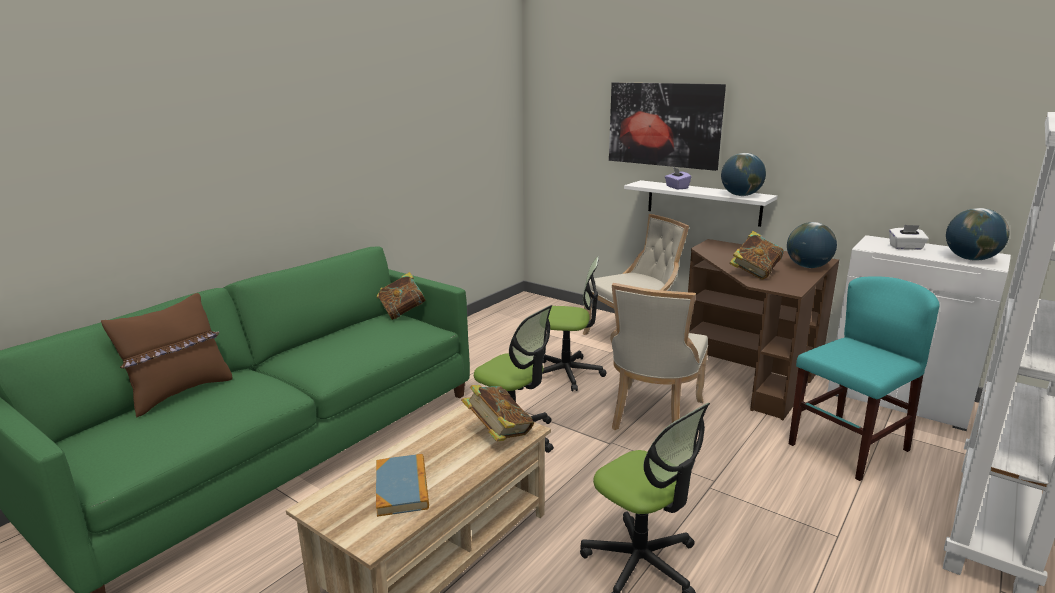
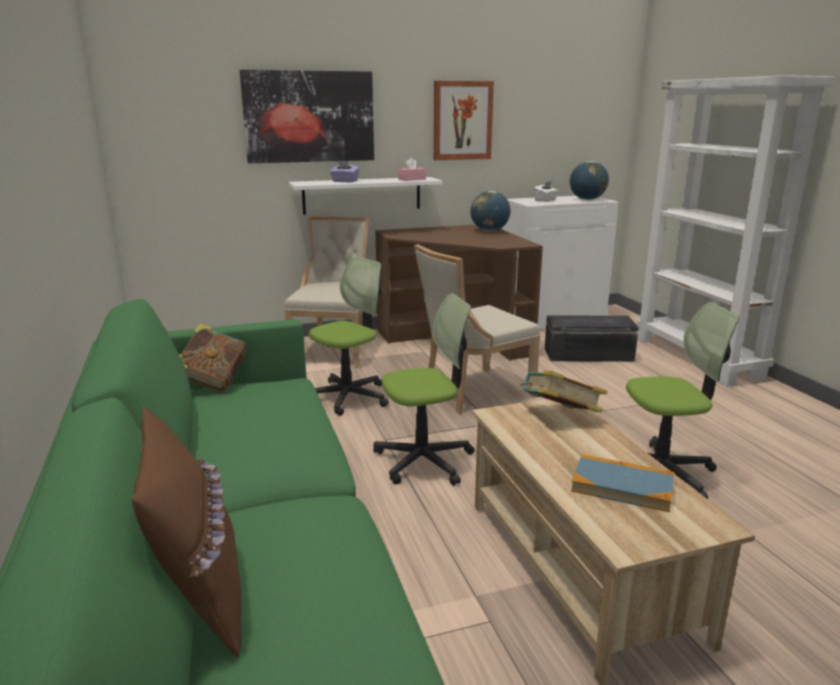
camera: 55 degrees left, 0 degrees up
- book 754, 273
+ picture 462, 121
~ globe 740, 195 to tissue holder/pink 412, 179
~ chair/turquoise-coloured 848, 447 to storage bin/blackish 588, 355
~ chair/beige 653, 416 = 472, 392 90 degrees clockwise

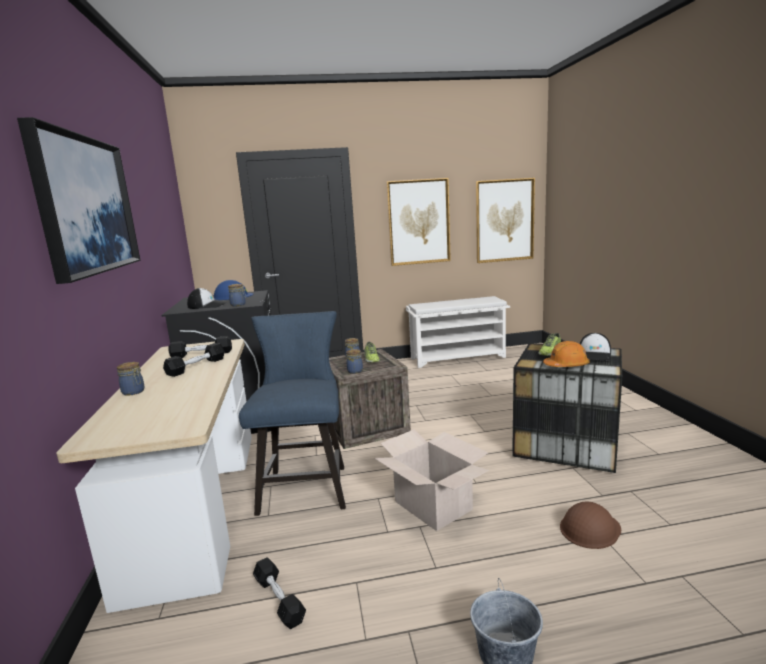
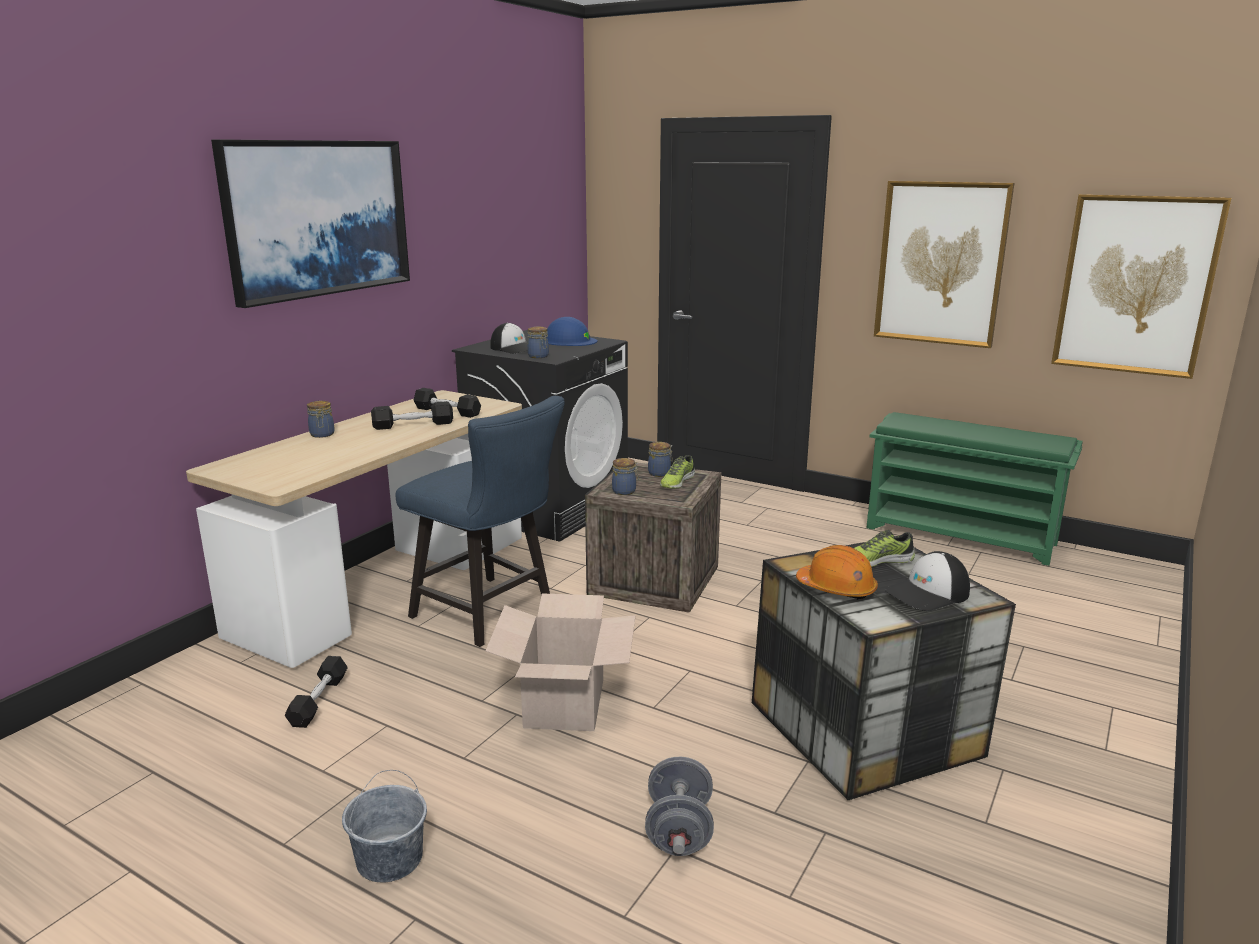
camera: 40 degrees right, 5 degrees up
~ safety helmet/brown-coloured 590, 528 to hand weight/grey 679, 831
~ shoe stand/whitish 458, 357 to shoe stand/green-coloured 962, 535
~ chair/blue-coloured 306, 485 = 490, 614 90 degrees clockwise

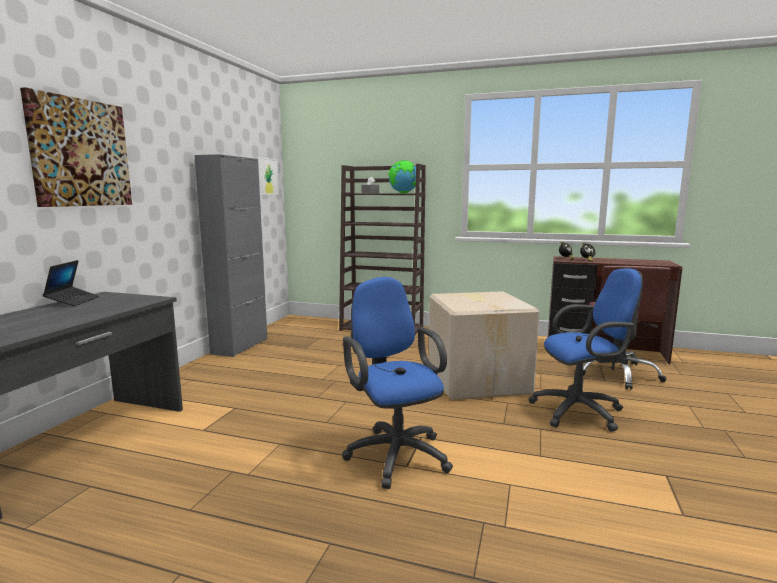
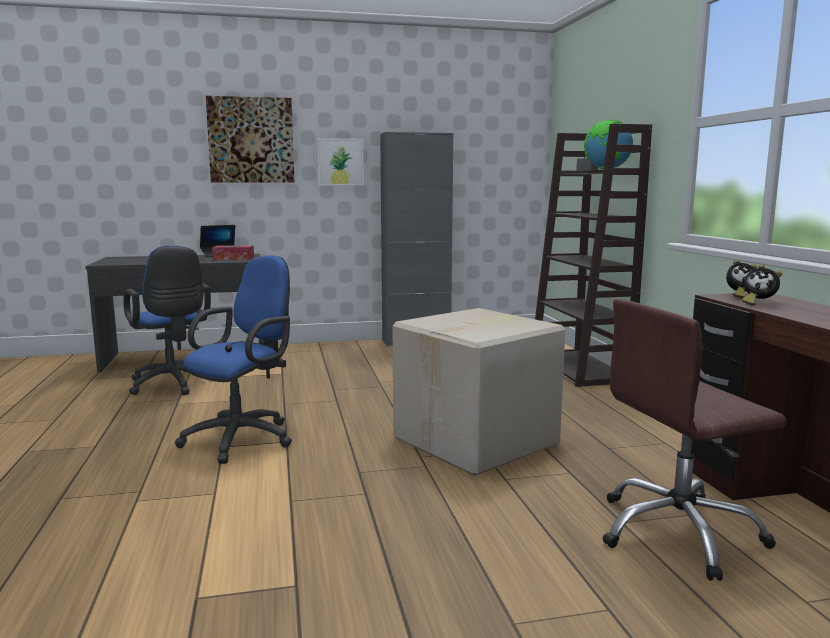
camera: 60 degrees right, 0 degrees up
+ tissue holder 233, 258
~ picture 267, 176 to 340, 162
~ desk chair/blue-coloured 582, 412 to 173, 385

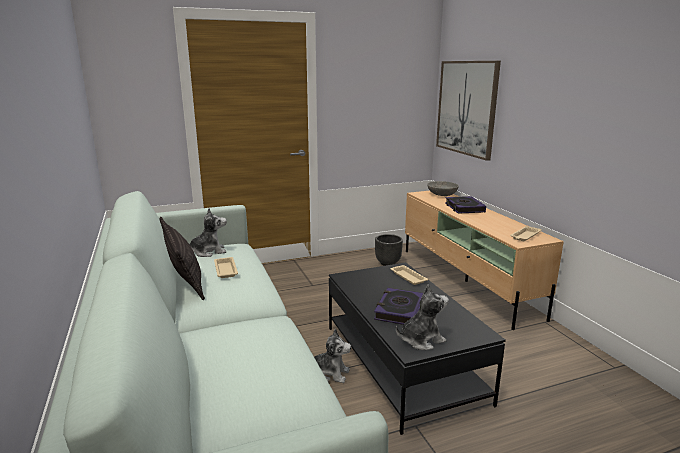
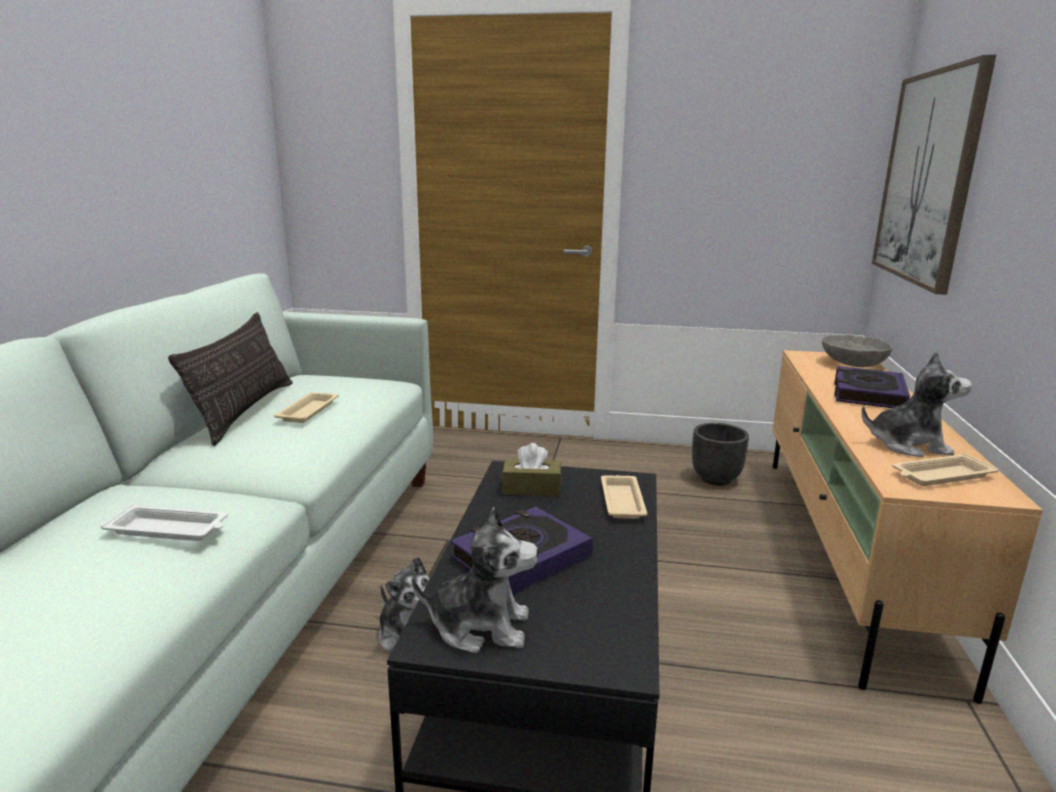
camera: 30 degrees right, 0 degrees up
+ serving tray/whitish 169, 529
+ tissue holder/brown-coloured 531, 488
~ cuddly toy 208, 252 to 908, 445

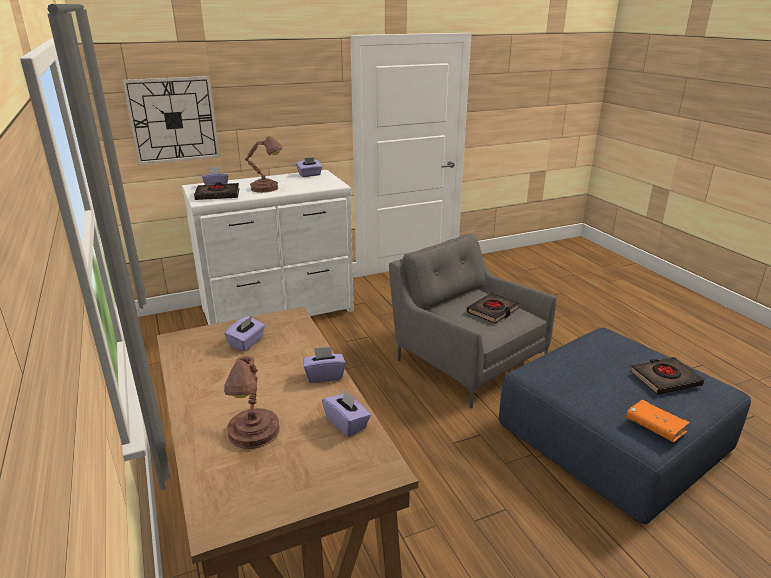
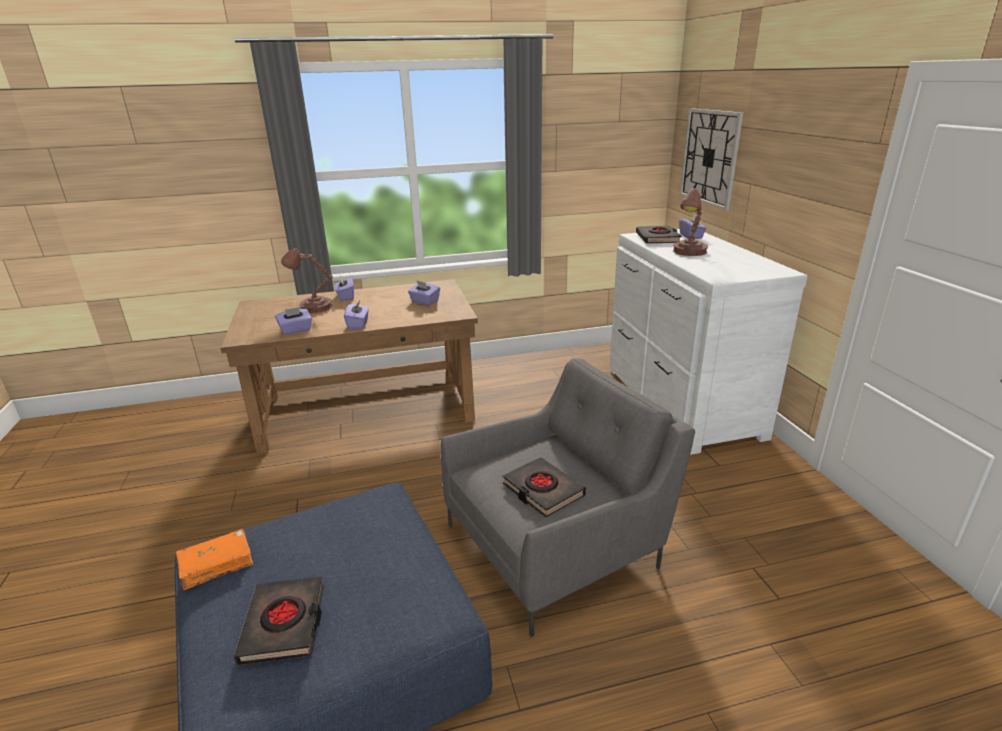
camera: 100 degrees right, 0 degrees up
~ tissue holder/purplish 309, 175 to 345, 297

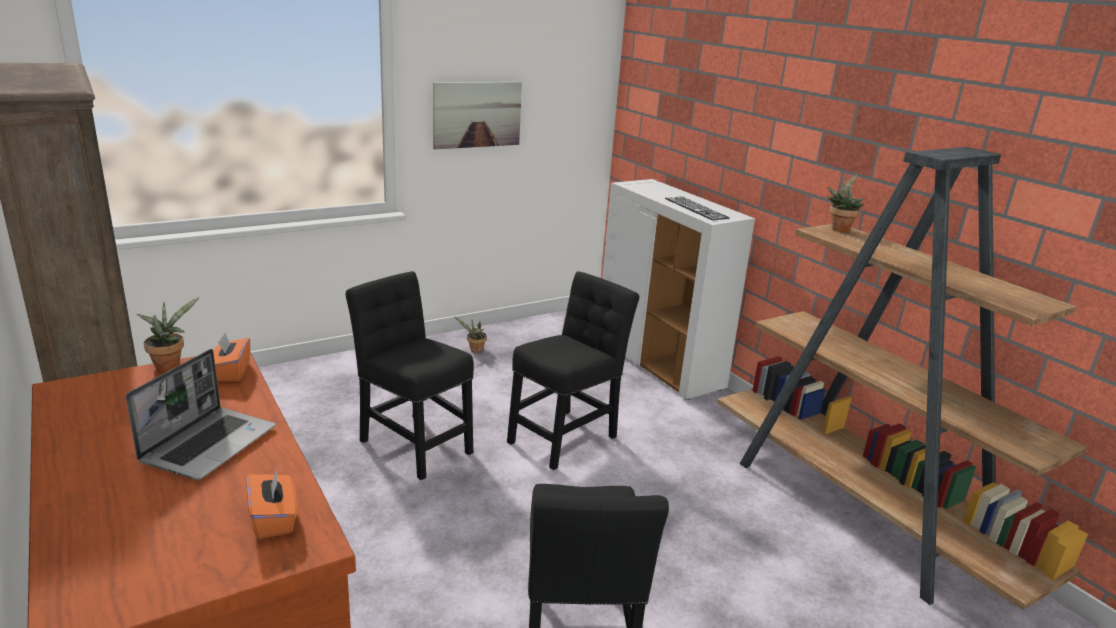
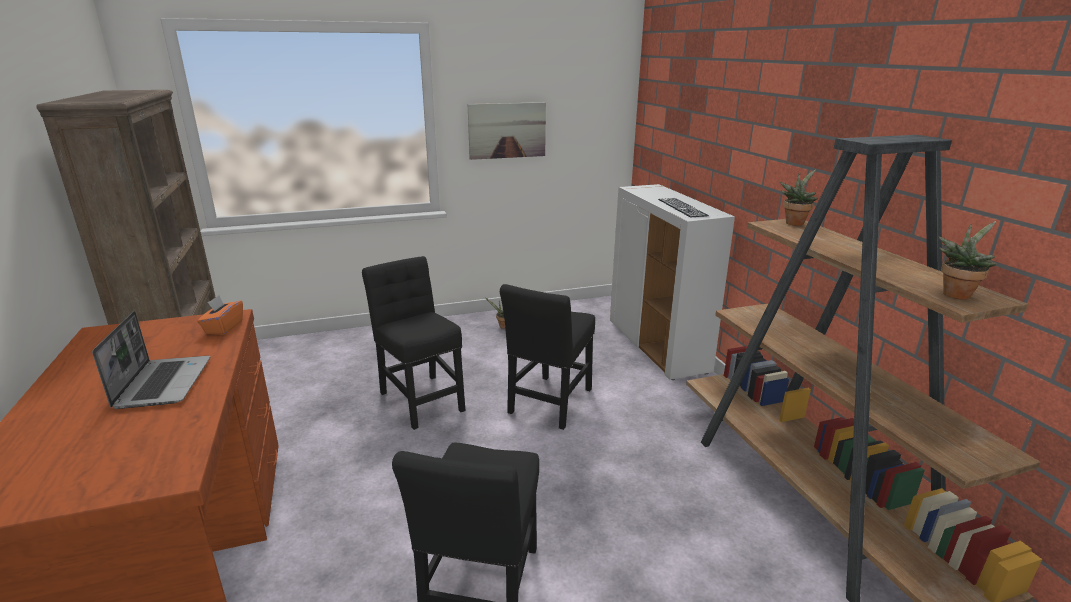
camera: 15 degrees right, 0 degrees up
- tissue holder/orange-coloured 274, 519
~ plant in a pot 170, 364 to 955, 293
~ laptop 209, 444 = 163, 383 45 degrees counterclockwise
~ chair/blackish 566, 436 = 549, 404 150 degrees clockwise

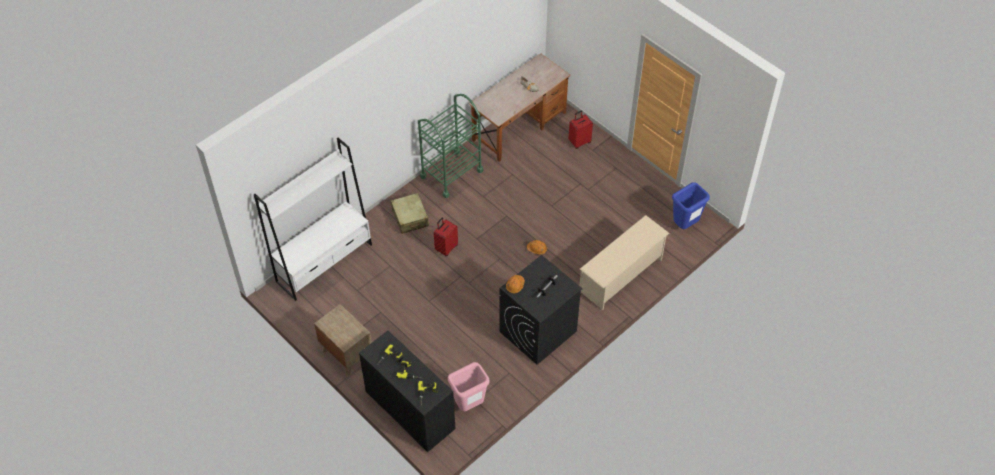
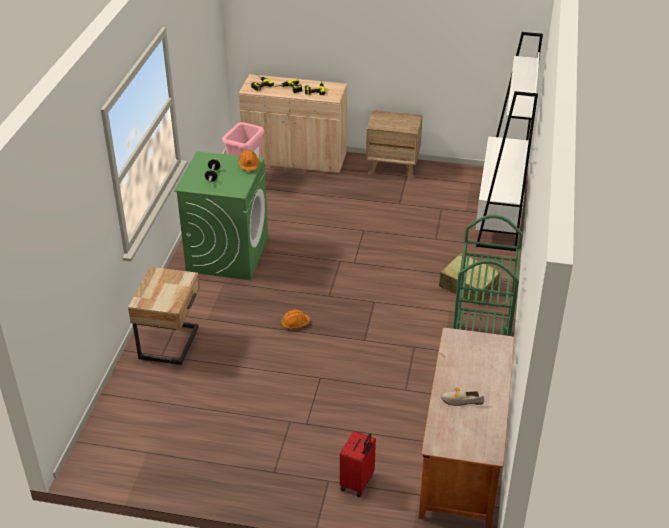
camera: 145 degrees right, 15 degrees down
- suitcase/red-coloured 446, 248
- rubbish bin/blue-coloured 684, 225
~ shoe stand/beige 621, 275 to bedside table/beige 171, 343
~ cupboard/blackish 410, 410 to cupboard/beige 295, 159
~ laundry appliance/blackish 537, 332 to laundry appliance/green-coloured 227, 254

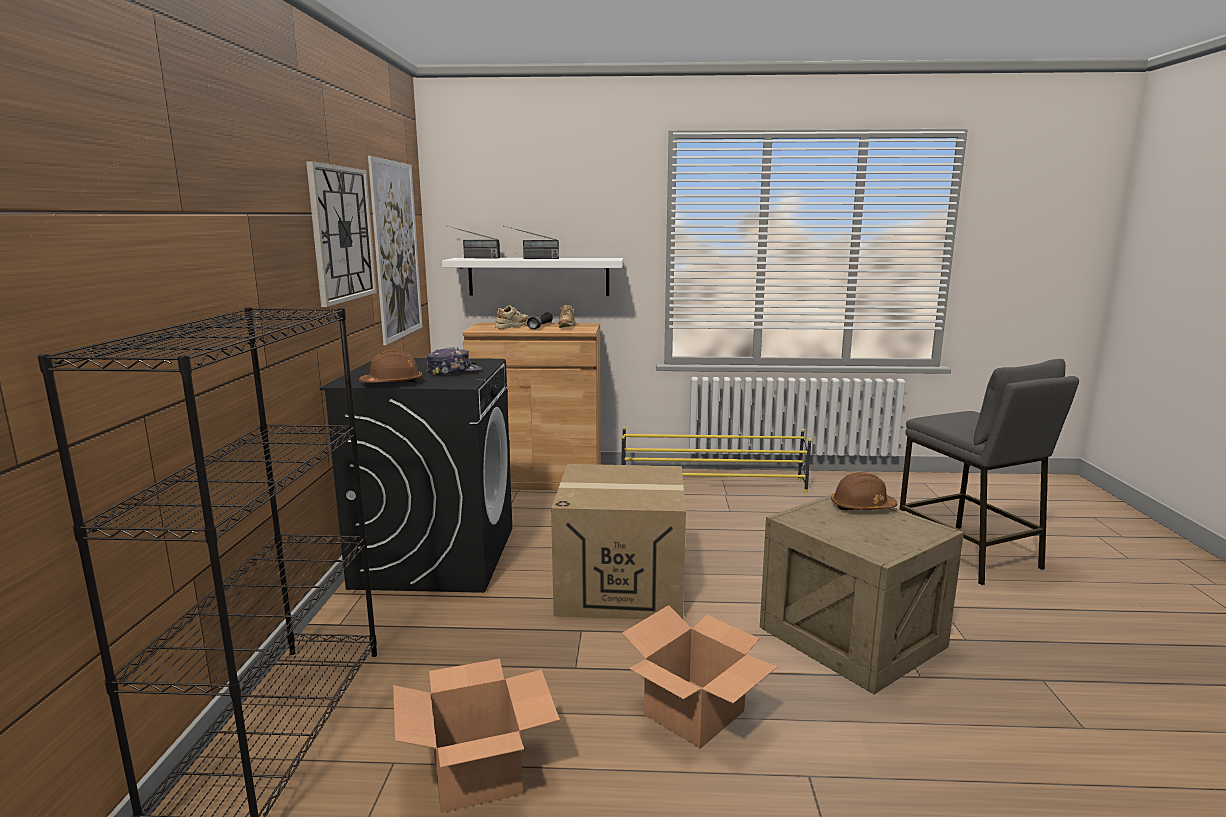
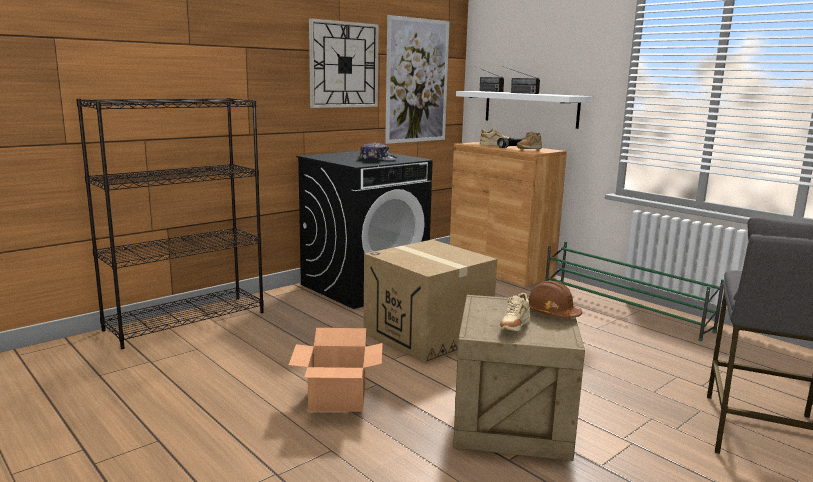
camera: 45 degrees right, 0 degrees up
- safety helmet/brown-coloured 392, 383
- cardboard box 475, 772
+ item of footwear/beige 514, 328
~ shoe stand/yellowish 713, 484 to shoe stand/green-coloured 624, 310

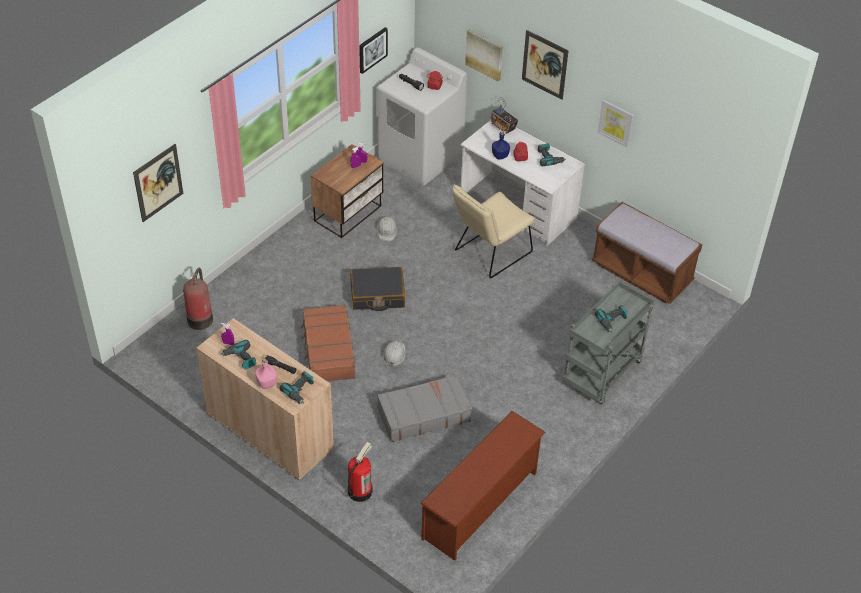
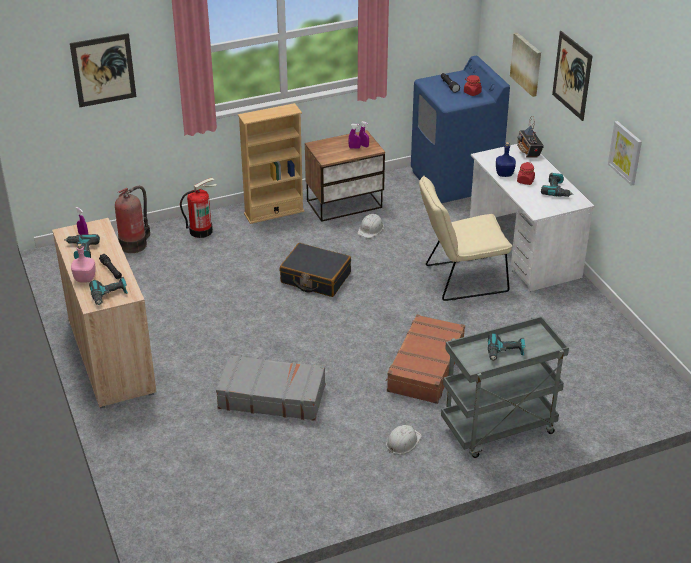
camera: 30 degrees right, 10 degrees down
- picture 372, 49
- shoe stand/brown-coloured 481, 506
- bench/brown-coloured 641, 273
+ bookcase/beige 274, 212
~ suitcase/brown-coloured 328, 350 to 425, 367
~ fire extinguisher 359, 491 to 201, 231
~ safety helmet/whitish 394, 354 to 403, 442
~ laundry appliance/whitish 420, 157 to laundry appliance/blue-coloured 455, 180

